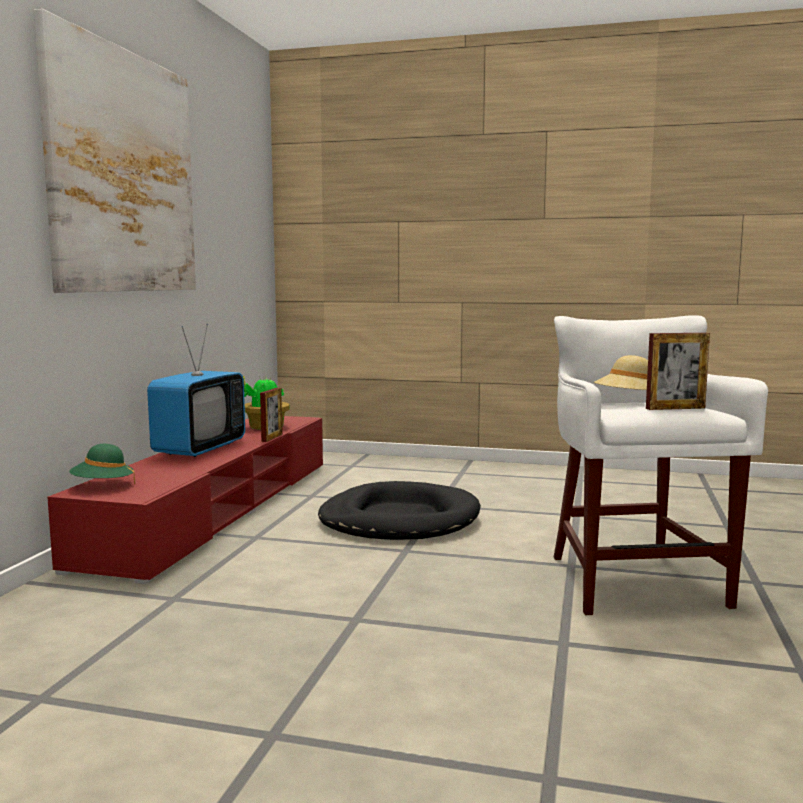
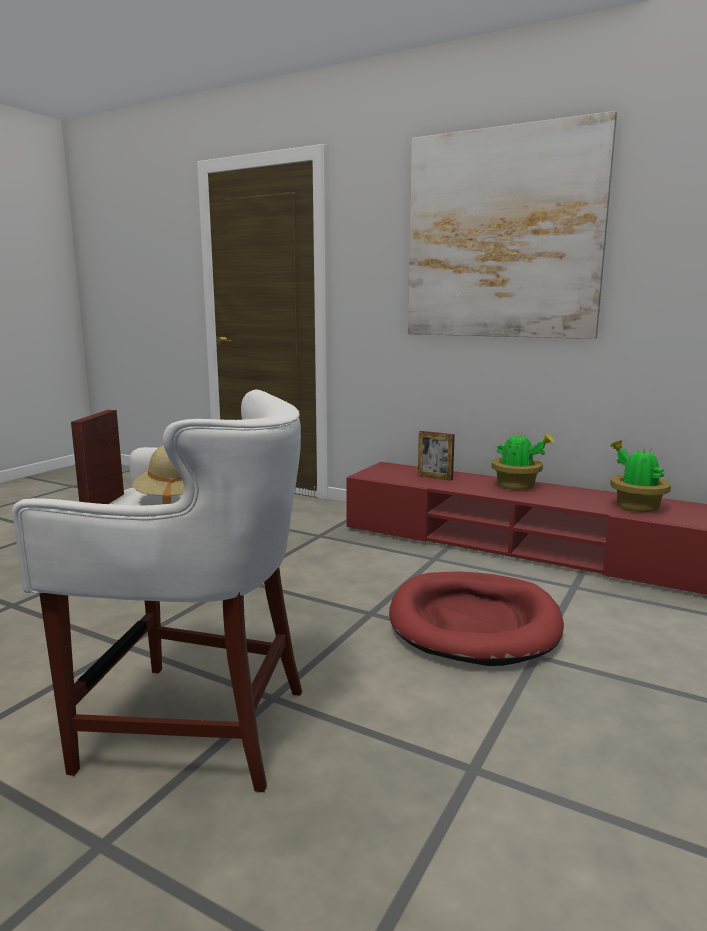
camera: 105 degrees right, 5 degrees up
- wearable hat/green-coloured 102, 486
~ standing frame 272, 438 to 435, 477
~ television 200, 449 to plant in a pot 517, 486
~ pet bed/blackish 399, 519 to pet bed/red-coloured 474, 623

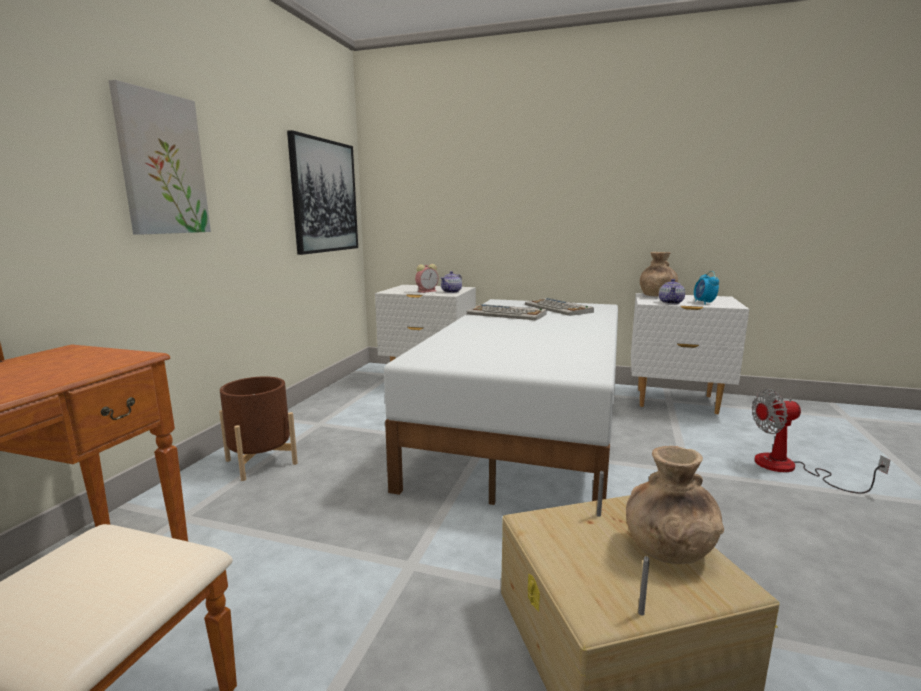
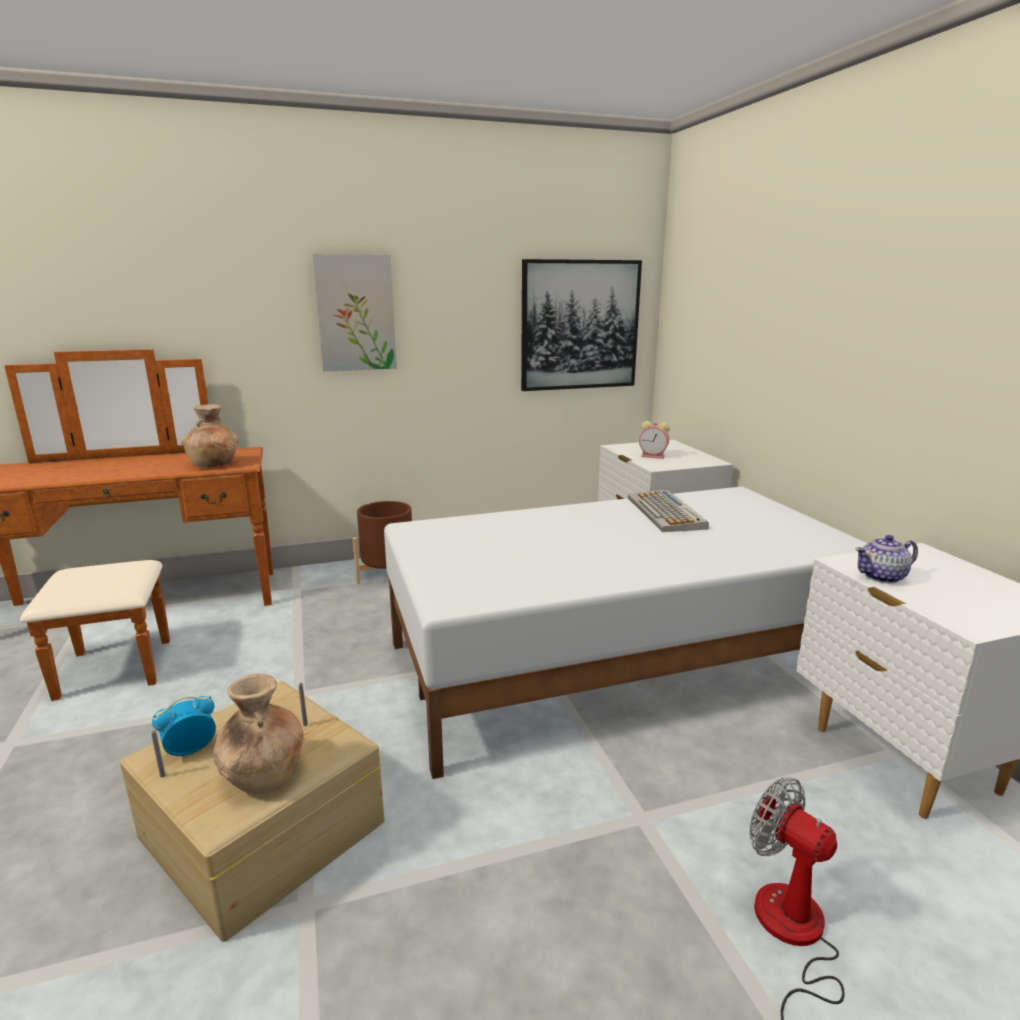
camera: 55 degrees right, 5 degrees up
- tea pot 452, 291
- PC keyboard 558, 308
~ vase/brown-coloured 656, 296 to 214, 464
~ bedside clock 704, 303 to 190, 750

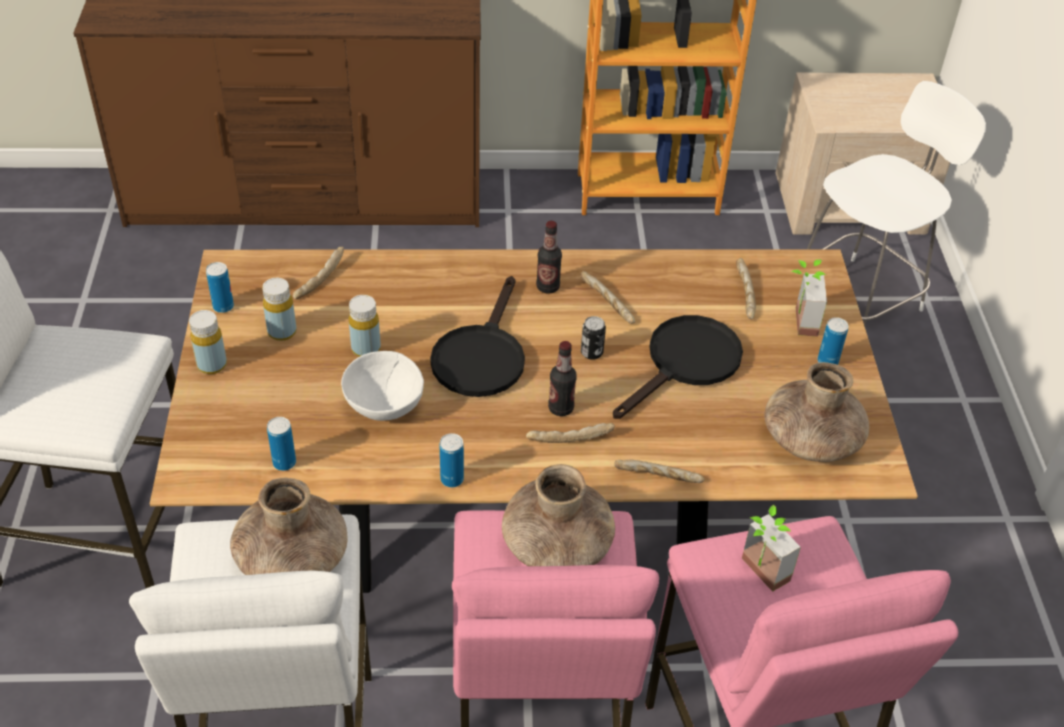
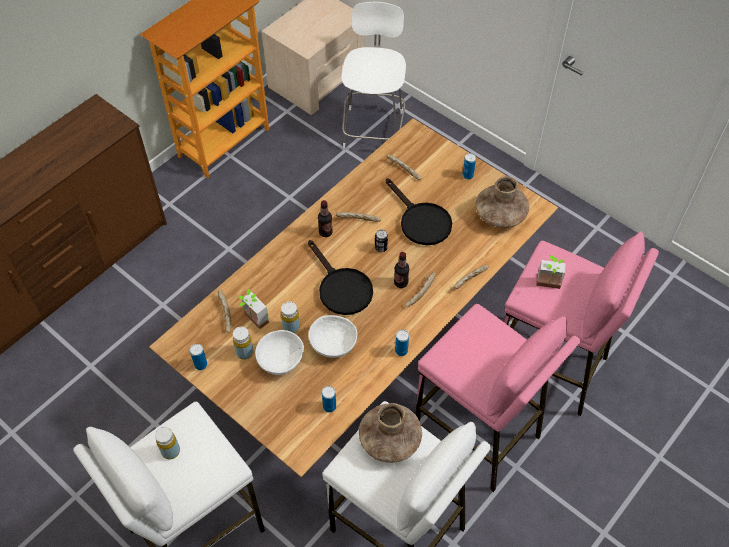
camera: 45 degrees left, 10 degrees up
- vase/brown-coloured 557, 544
+ deep dish/whitish 281, 360
~ drink bottle/yellowish 212, 365 to 170, 451
~ plant in a pot 798, 321 to 252, 321
~ frying pan/blackish 686, 364 = 421, 221 150 degrees clockwise

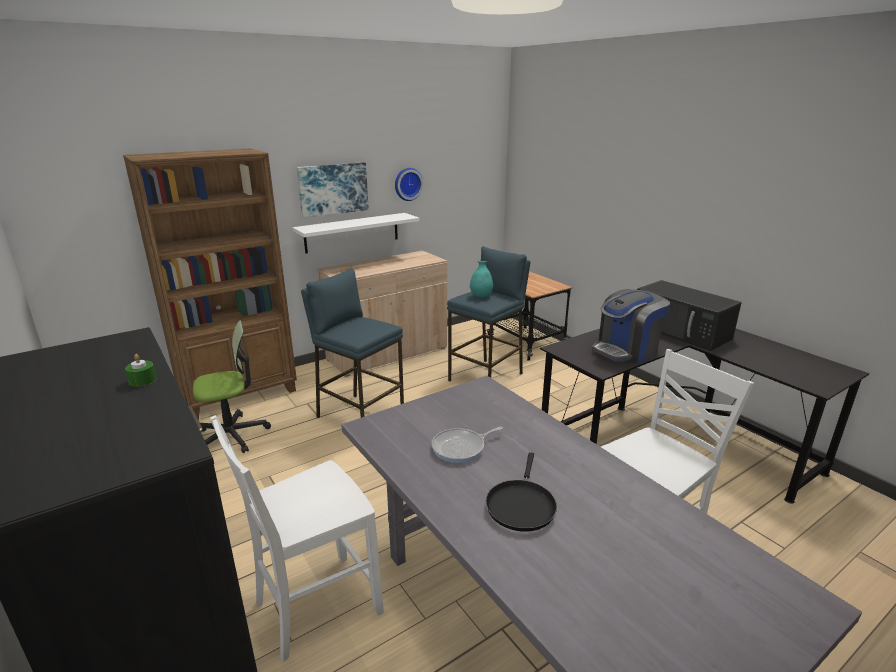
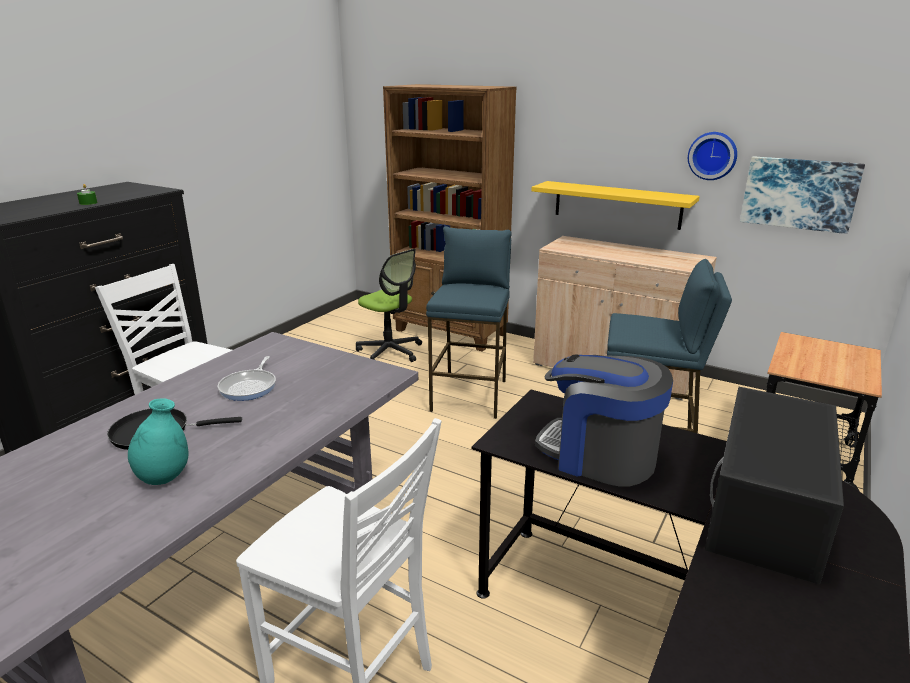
camera: 65 degrees right, 0 degrees up
~ picture 333, 189 to 799, 193
~ vase/turquoise-coloured 481, 296 to 164, 477
~ shelf/whitish 352, 232 to shelf/yellowish 617, 205
~ frying pan 461, 448 = 250, 387 120 degrees counterclockwise

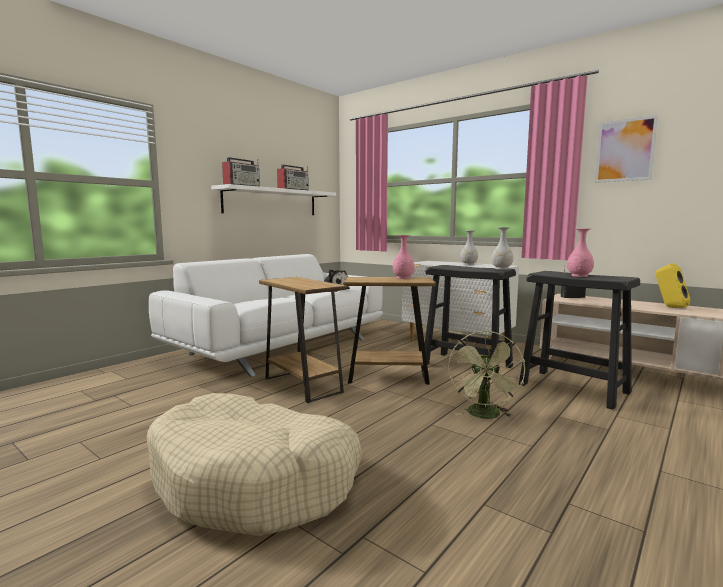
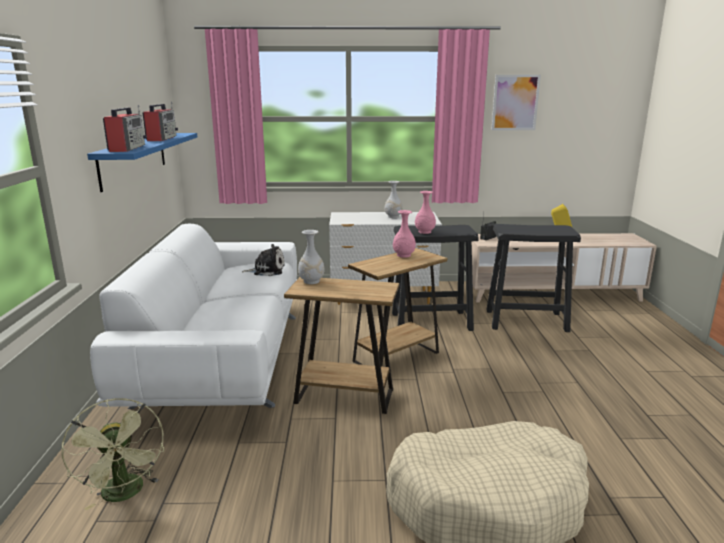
camera: 40 degrees left, 10 degrees up
~ fan/green-coloured 485, 416 to 125, 494
~ vase/whitish 501, 269 to 311, 281
~ vase/pink 579, 276 to 424, 232
~ shelf/whitish 271, 202 to shelf/blue-coloured 134, 159

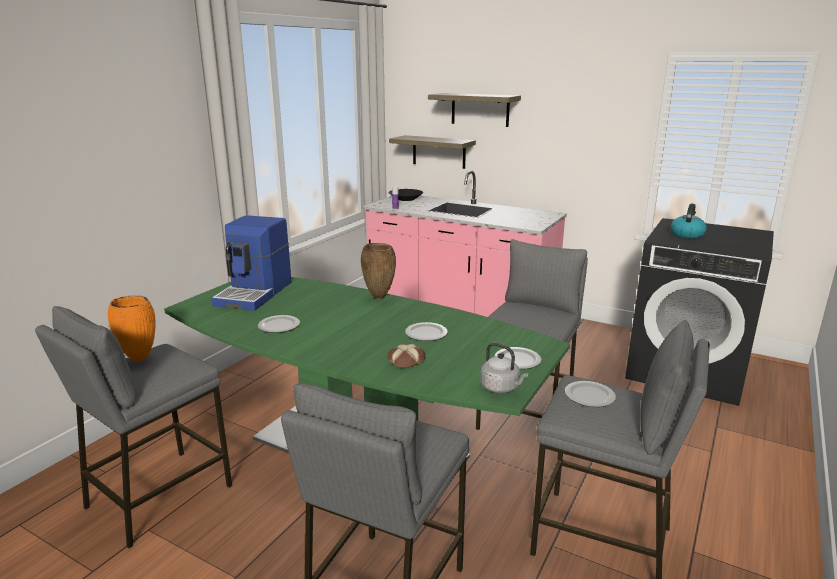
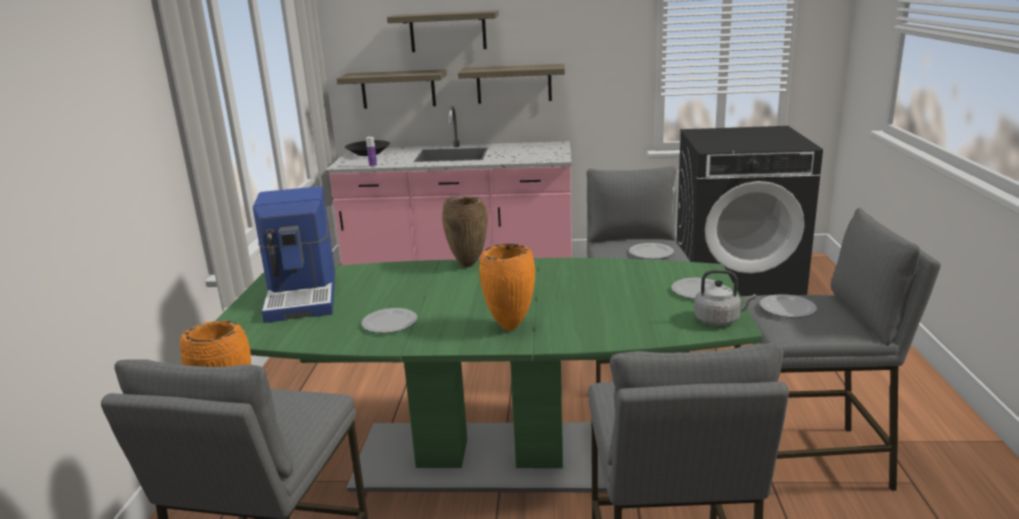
camera: 25 degrees left, 0 degrees up
- baked bread 406, 360
- kettle 687, 234
+ shelf 514, 84
+ vase/orange-coloured 509, 328
~ plate 425, 333 to 650, 253

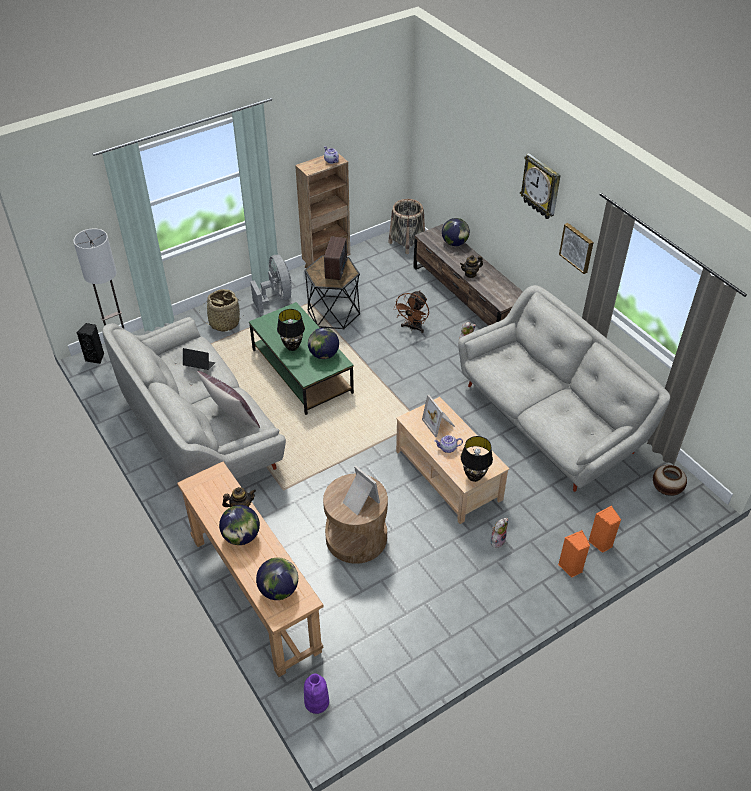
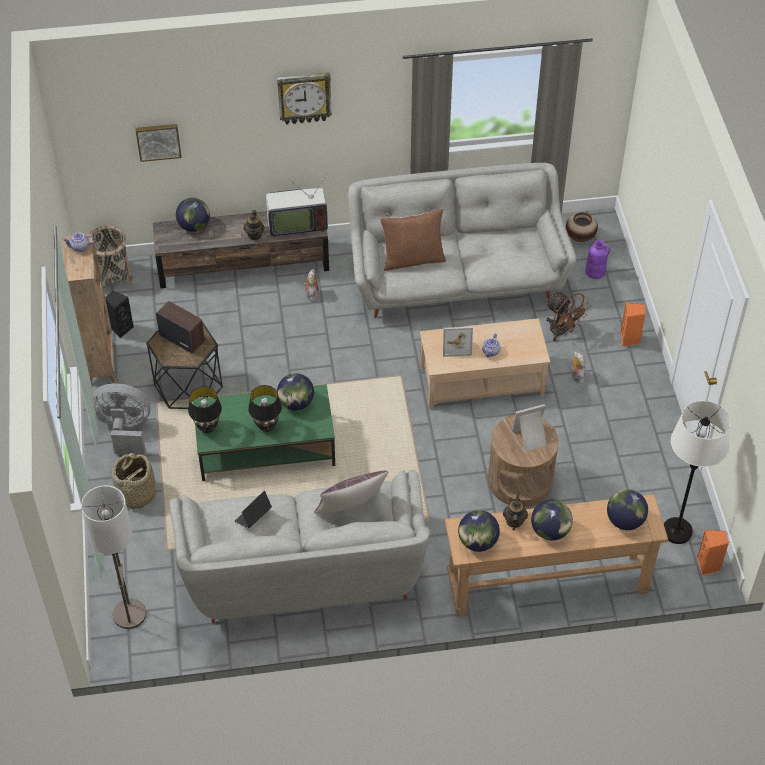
camera: 65 degrees left, 5 degrees up
+ television 296, 224
+ cushion/brown-coloured 413, 259
+ globe 477, 542
+ standard lamp/whitish 677, 531
~ speaker/blackish 96, 357 to 121, 328
~ vase/purplish 317, 702 to 595, 271
~ fan/brown-coloured 412, 328 to 562, 332
~ table lamp/blackish 474, 477 to 208, 427
~ picture 577, 247 to 158, 141
~ speaker/orange-coloured 601, 543 to 708, 566

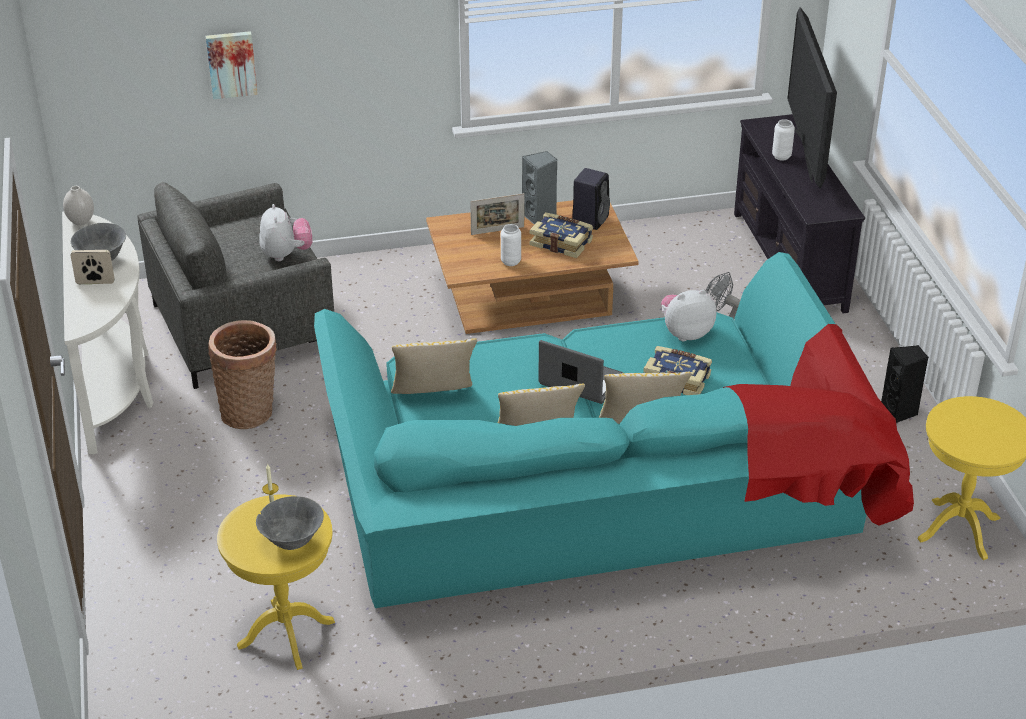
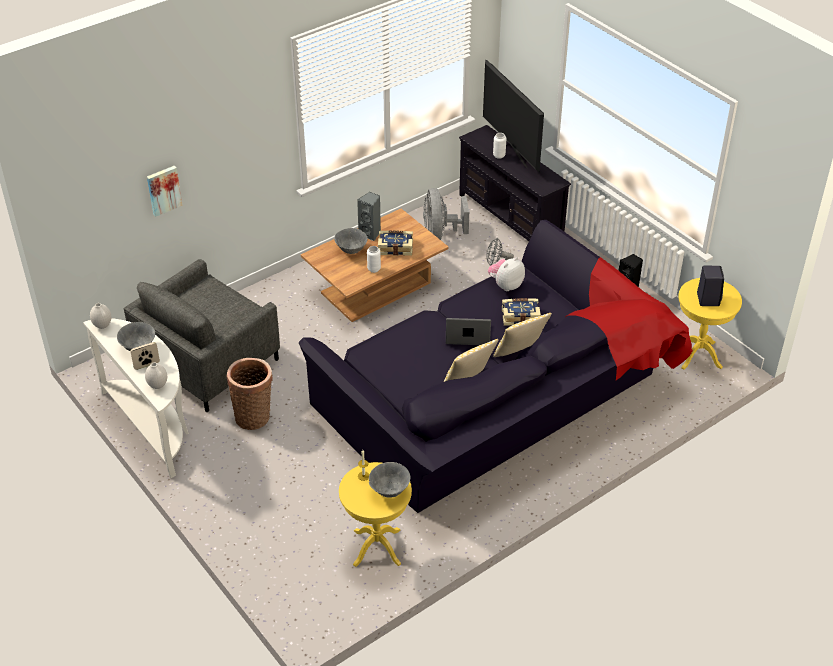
camera: 25 degrees left, 5 degrees up
- cuddly toy 286, 254
- cushion 434, 397
+ vase/whitish 158, 386
+ fan/grey 441, 234
~ speaker/blackish 590, 219 to 707, 299
~ standing frame 497, 230 to deep dish/grey 351, 250
~ couch/turquoise-coloured 597, 489 to couch/blackish 494, 396

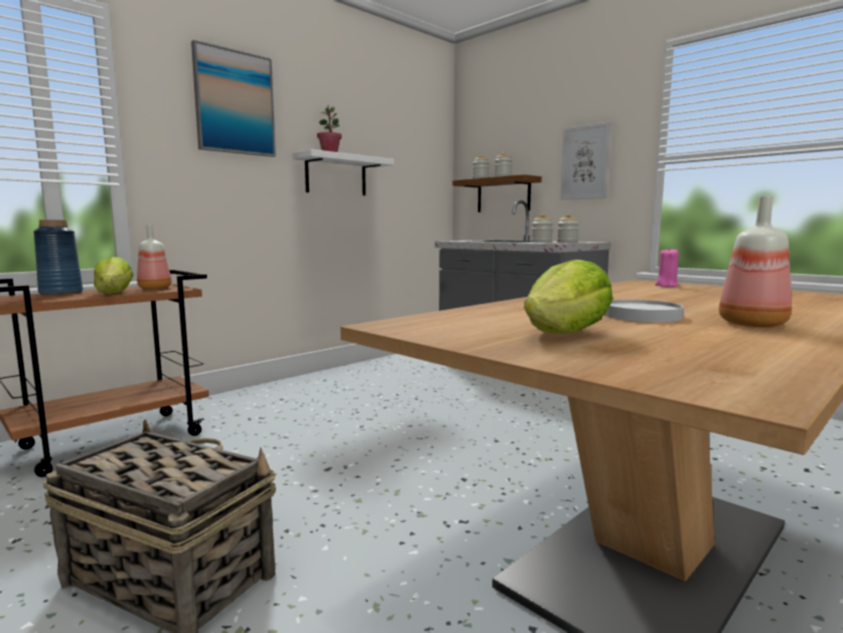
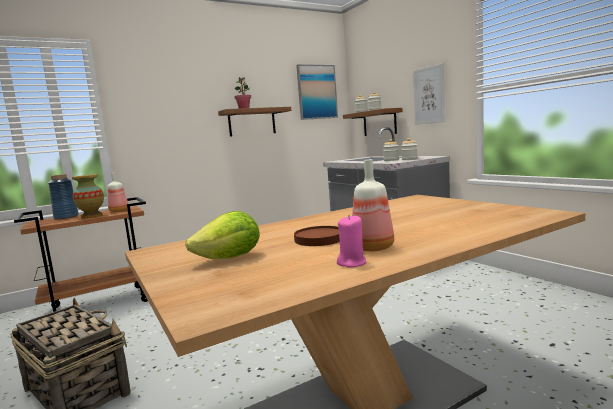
camera: 15 degrees right, 0 degrees up
~ picture 234, 103 to 317, 92
~ wax candle/pink 666, 286 to 352, 263
~ lettuce head 114, 293 to vase 92, 216
~ shelf/whitish 336, 175 to shelf/brown-coloured 252, 122
~ plate/whitish 641, 315 to plate/brown-coloured 319, 239

